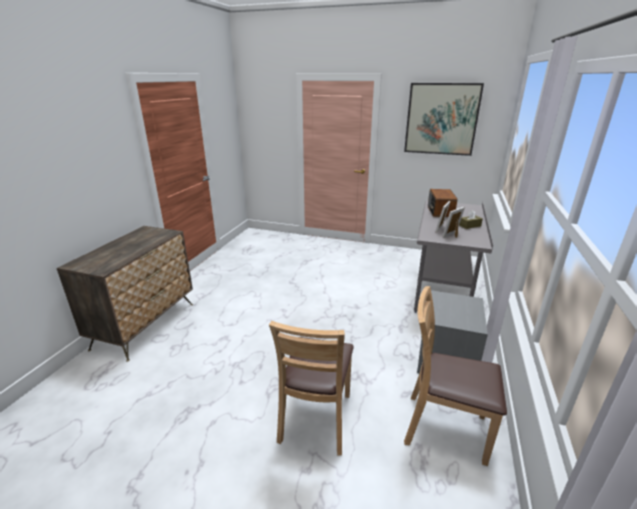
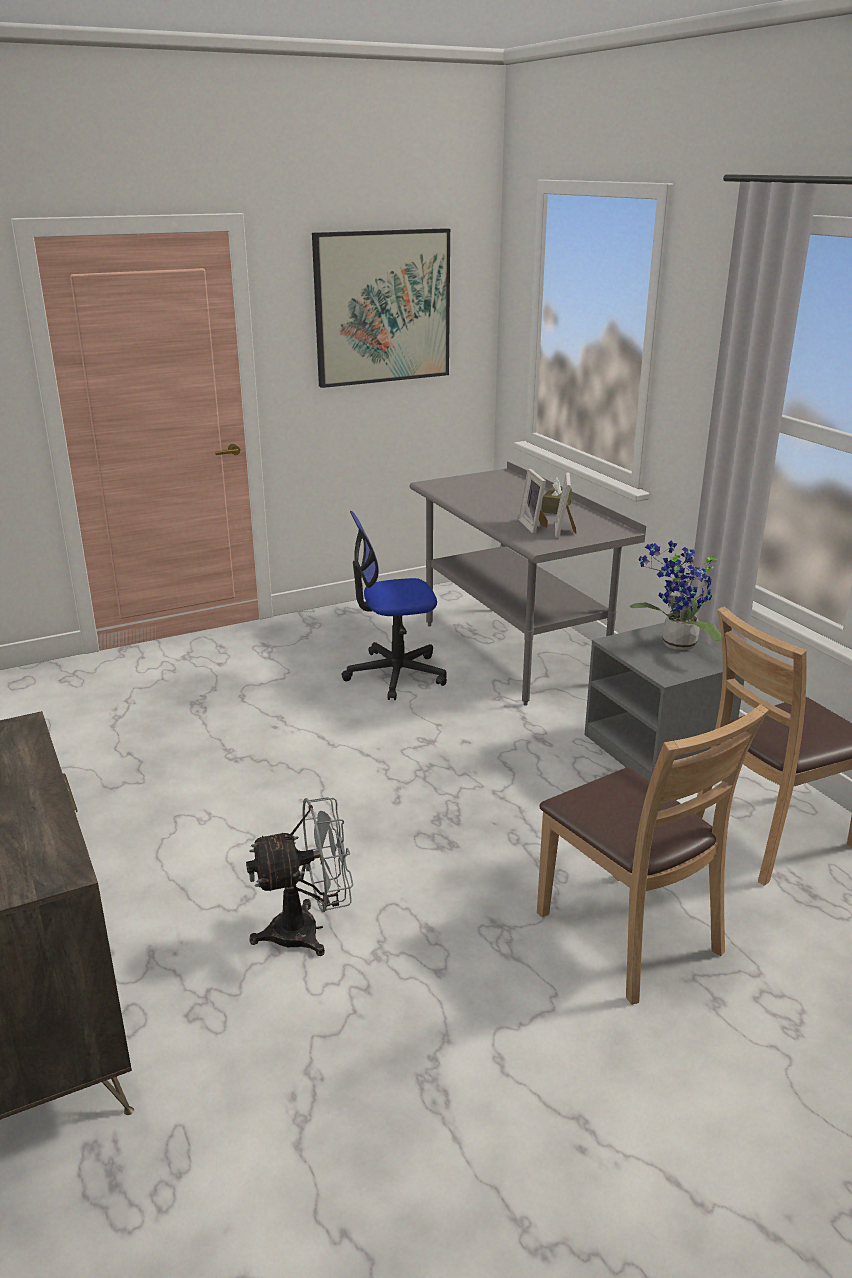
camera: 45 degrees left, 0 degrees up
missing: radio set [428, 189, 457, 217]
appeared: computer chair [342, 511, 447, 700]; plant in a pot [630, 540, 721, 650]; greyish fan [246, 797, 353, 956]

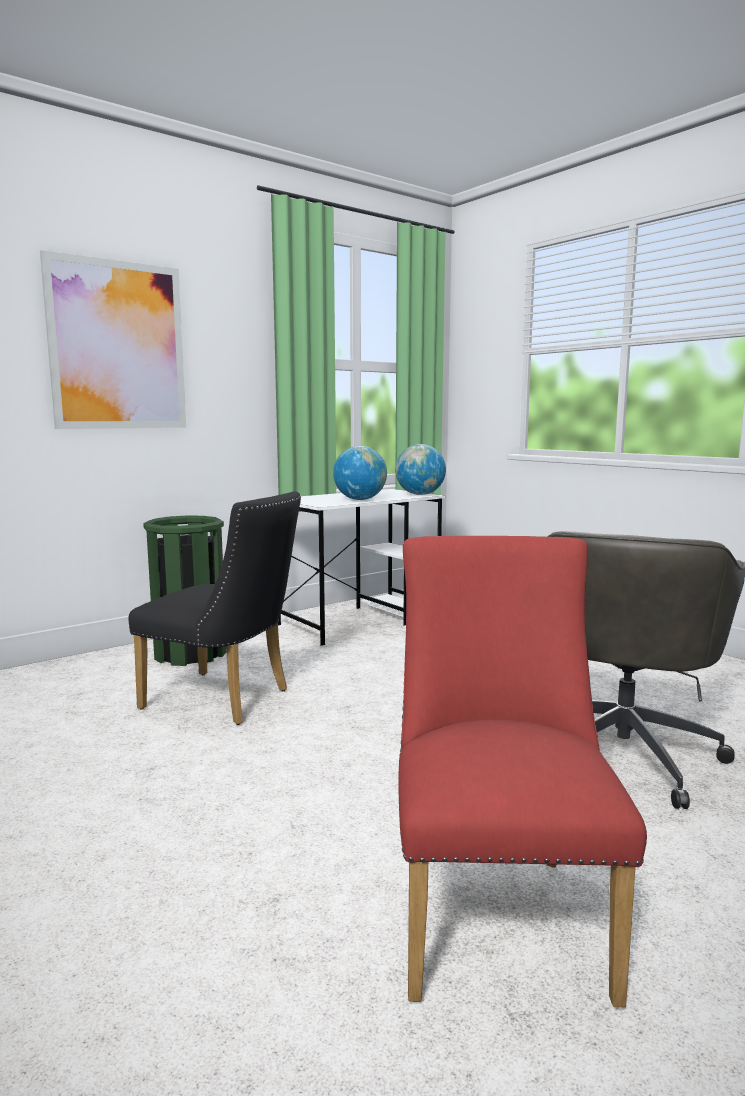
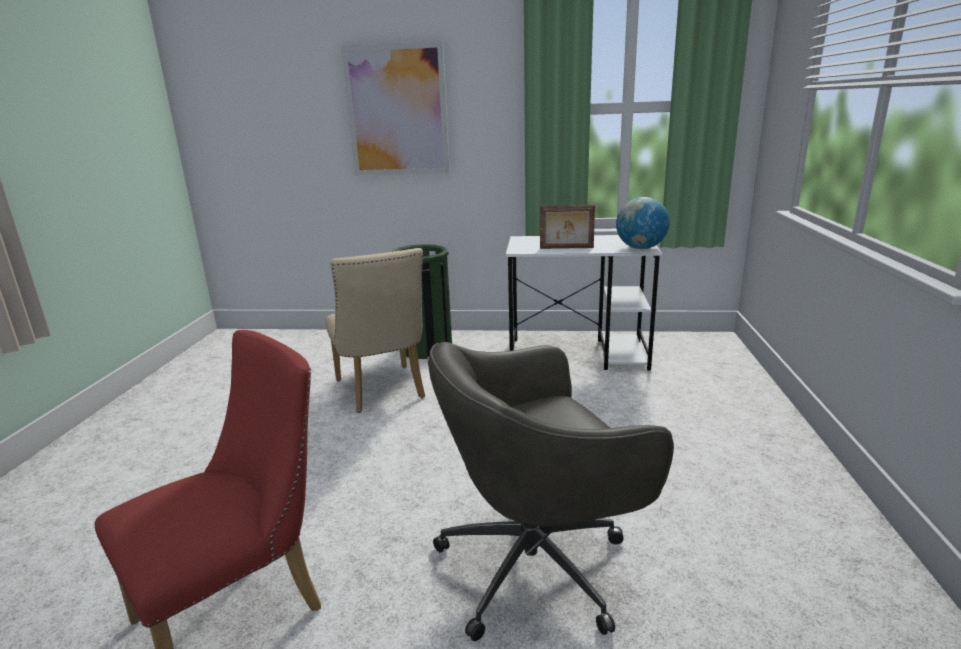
camera: 45 degrees right, 10 degrees up
exchanged: desk globe [333, 446, 387, 500] to standing frame [540, 205, 595, 249]
colour: black-coloured chair [128, 491, 301, 725] to beige-coloured chair [325, 248, 425, 413]

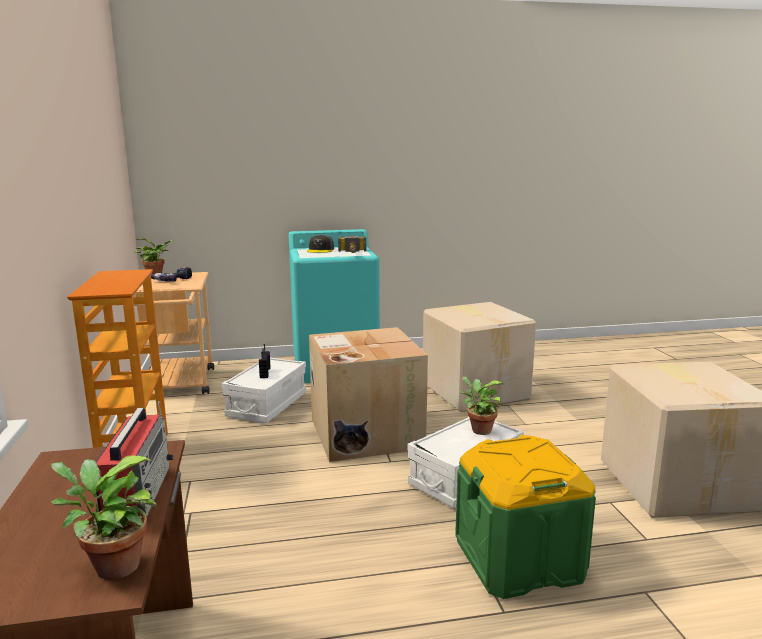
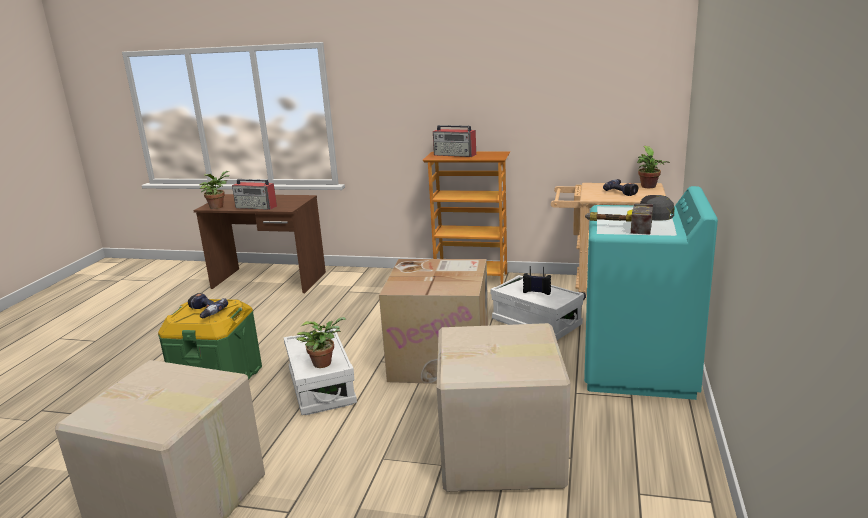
camera: 115 degrees right, 5 degrees up
appeared: radio set [433, 125, 476, 157]; electric drill [188, 293, 228, 318]

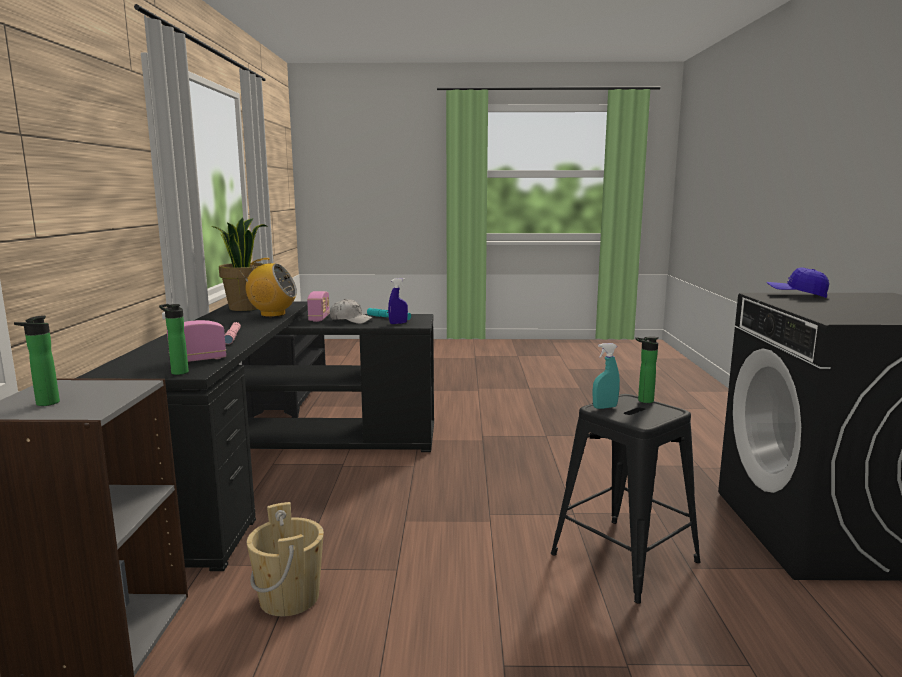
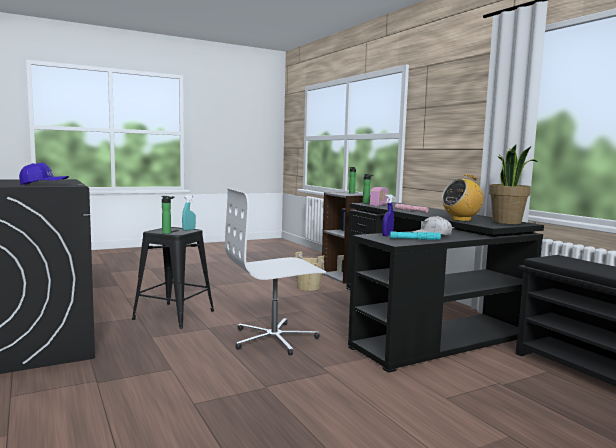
camera: 150 degrees right, 5 degrees down
missing: radio set [307, 291, 330, 322]
appeared: white-coloured computer chair [225, 188, 326, 355]

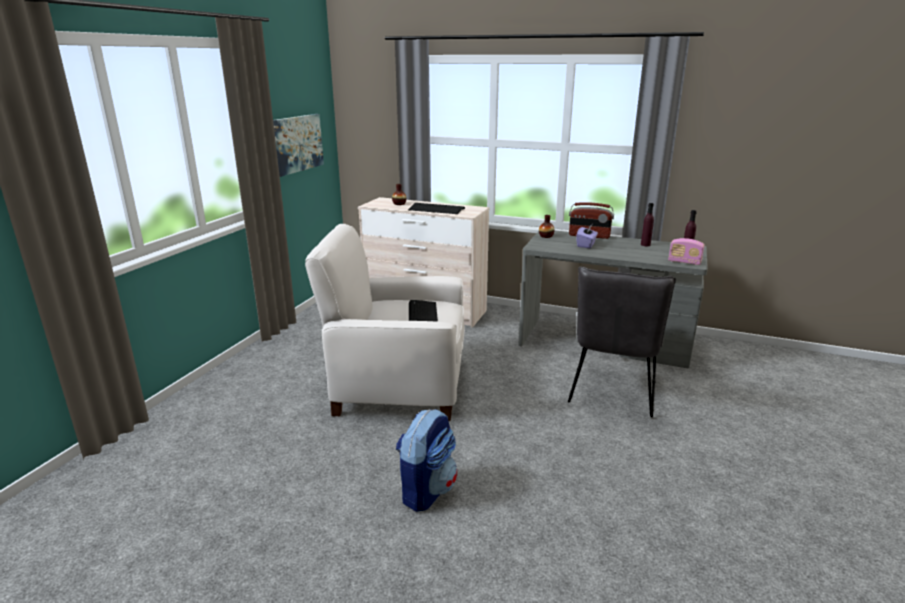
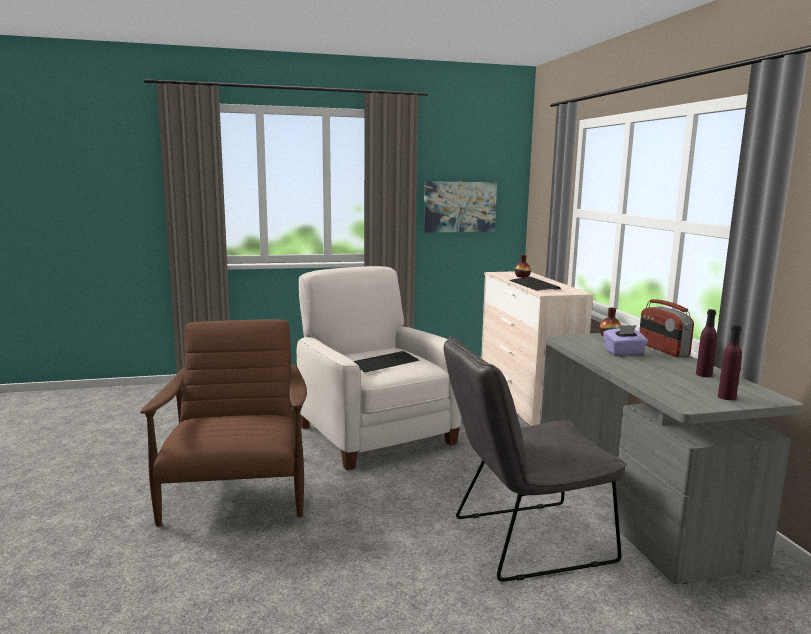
camera: 55 degrees right, 10 degrees down
missing: radio set [668, 238, 705, 265]
exchanged: rucksack [396, 409, 457, 512] to brownish armchair [140, 319, 307, 527]

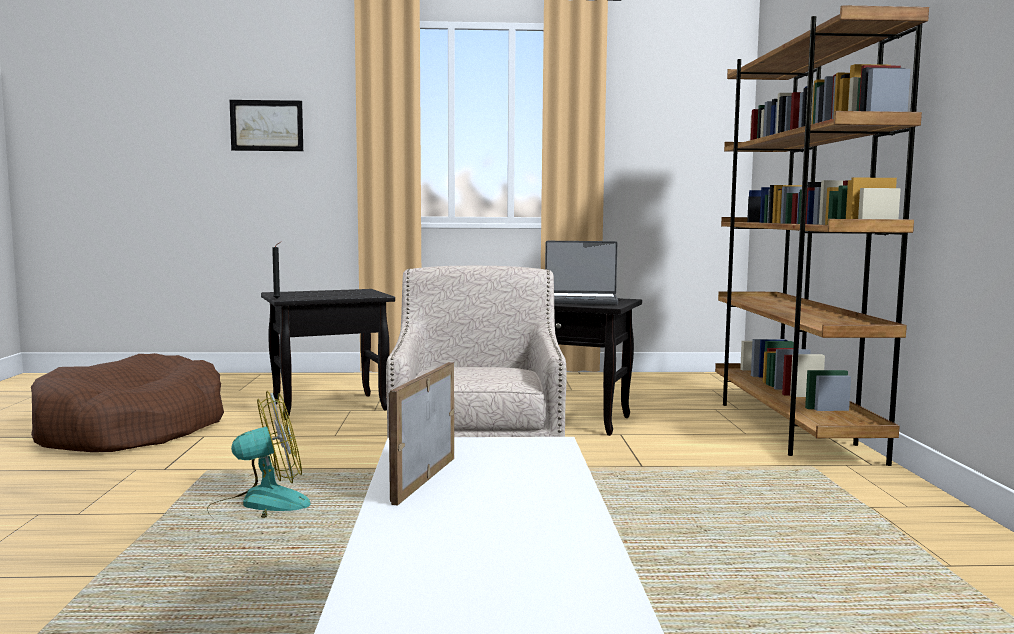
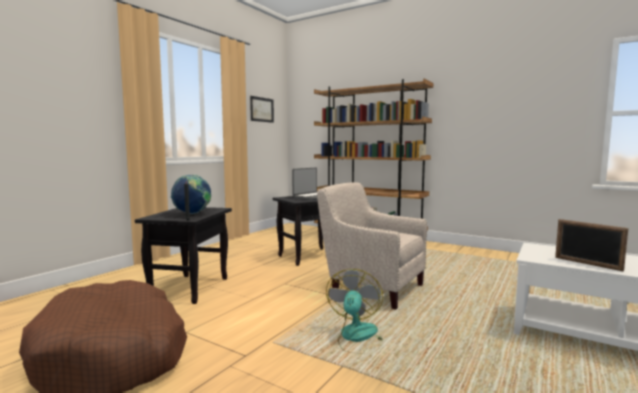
camera: 55 degrees left, 0 degrees up
appeared: desk globe [171, 174, 211, 214]
relocated: picture [230, 100, 303, 151] to [250, 96, 274, 123]

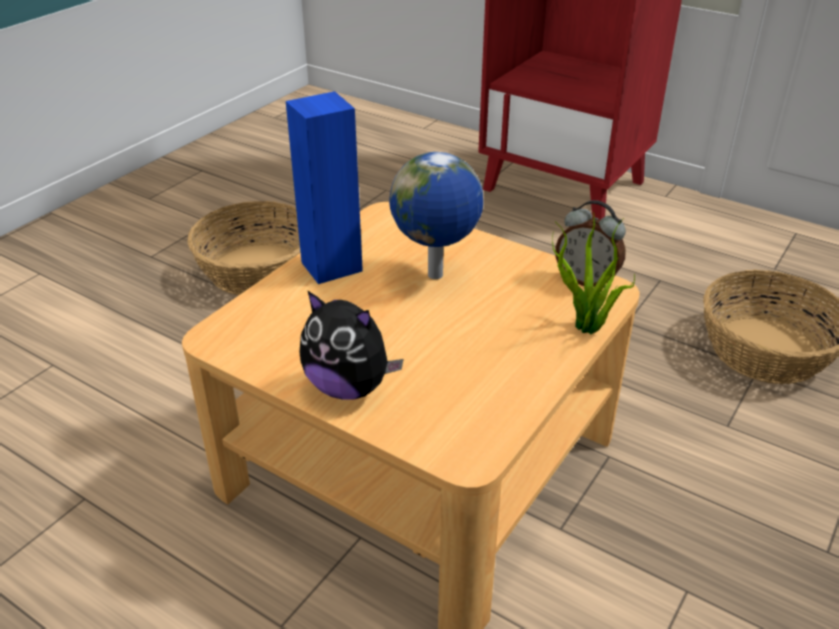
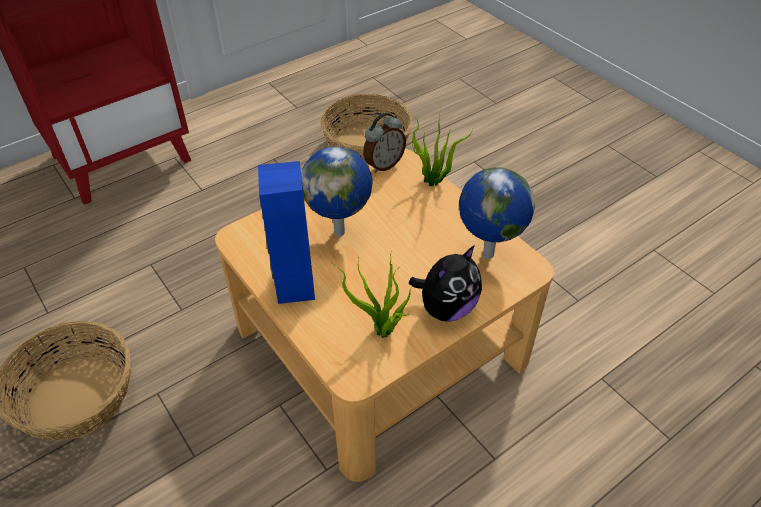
camera: 70 degrees left, 10 degrees up
appeared: desk globe [459, 167, 535, 259]; plant in a pot [332, 250, 413, 338]

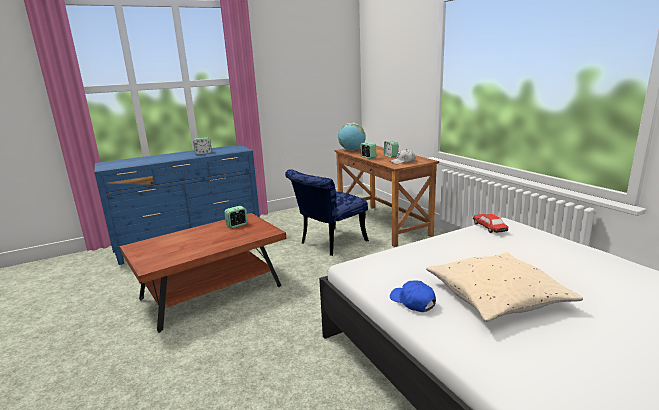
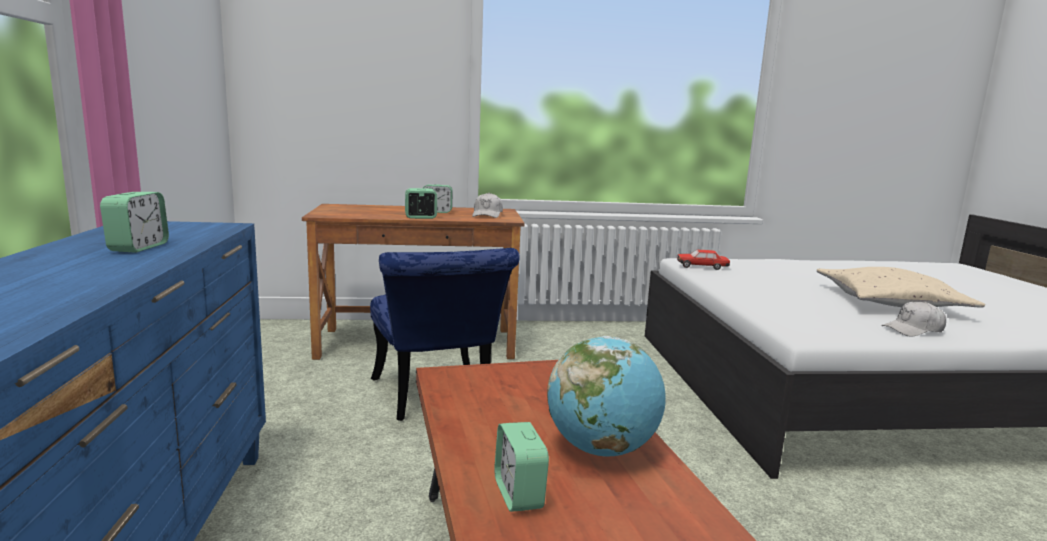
camera: 70 degrees left, 5 degrees down
relocated: desk globe [338, 122, 366, 151] to [547, 336, 666, 457]; alarm clock [225, 206, 248, 228] to [494, 422, 549, 512]
colour: blue-coloured cap [390, 281, 436, 312] to white-coloured cap [881, 301, 946, 336]

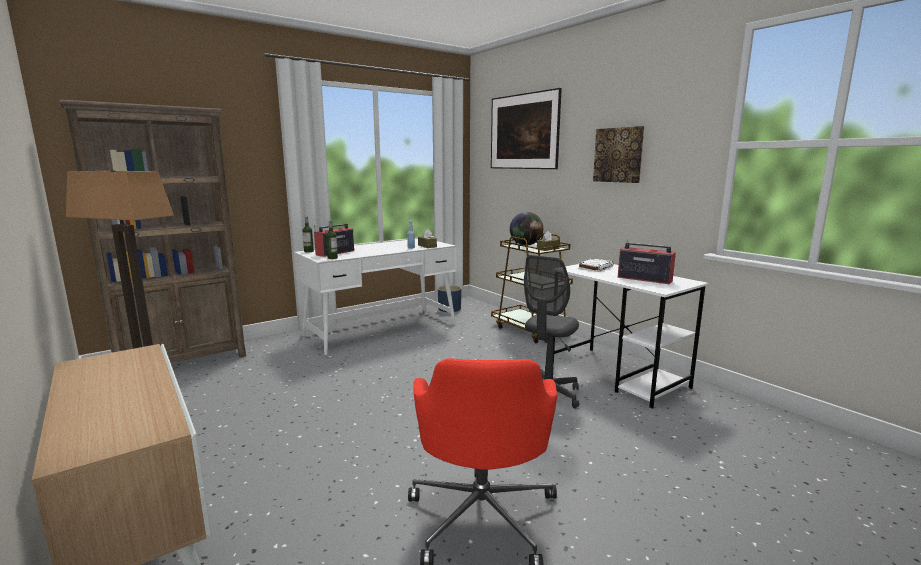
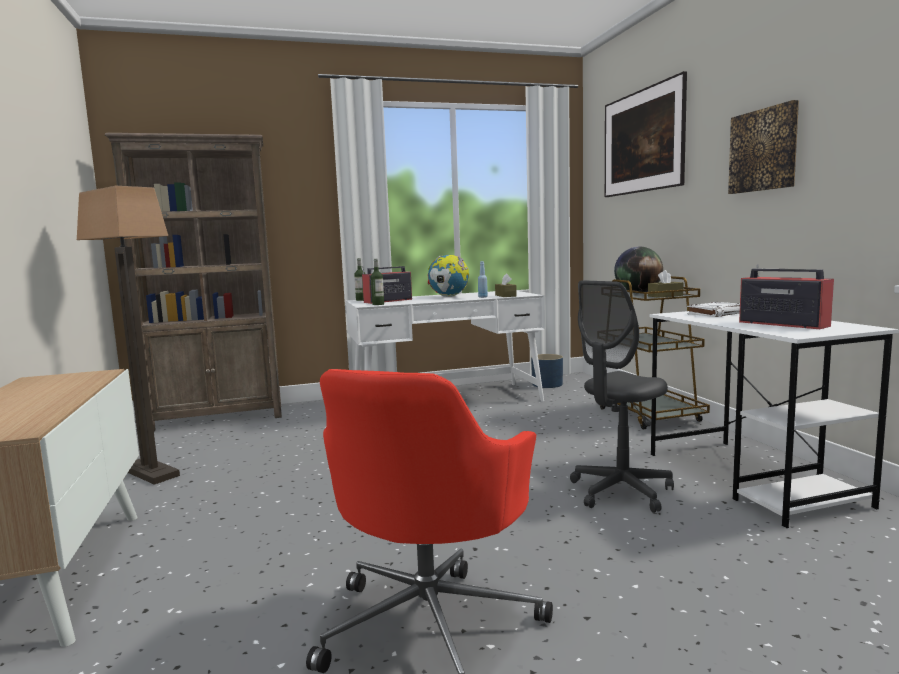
camera: 20 degrees right, 5 degrees down
appeared: desk globe [428, 255, 469, 297]

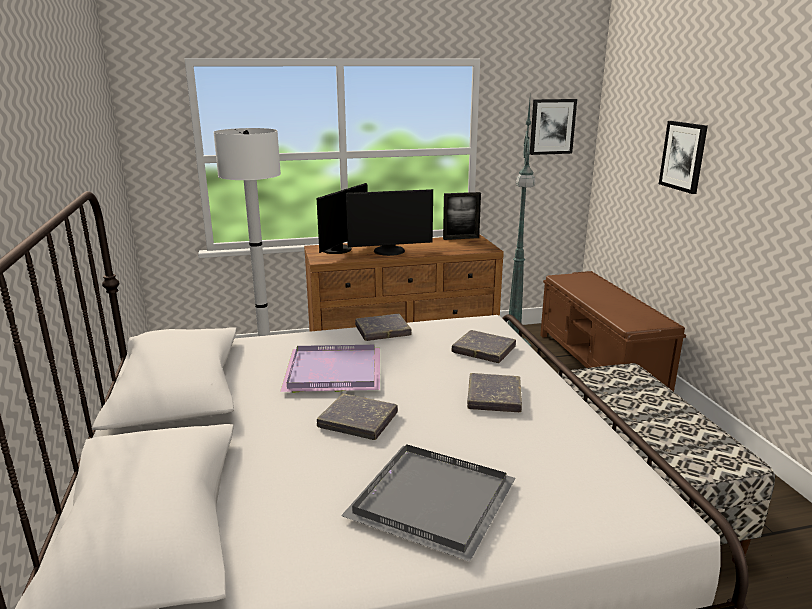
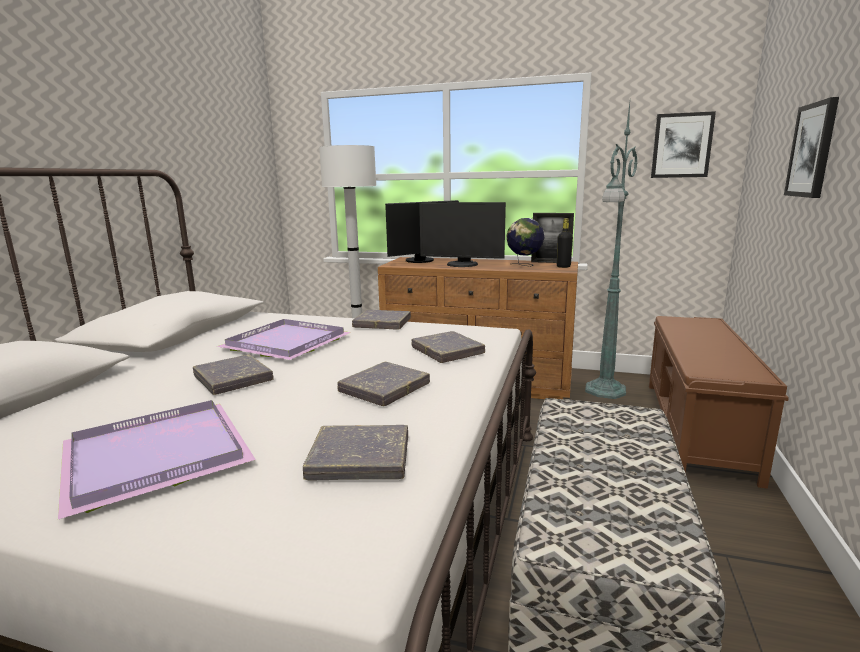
camera: 30 degrees right, 5 degrees down
appeared: desk globe [506, 218, 544, 267]; black-coloured bottle [557, 218, 573, 268]; greyish bound book [303, 425, 408, 480]
colour: greyish tray [341, 444, 516, 562] to purplish tray [58, 400, 256, 519]

